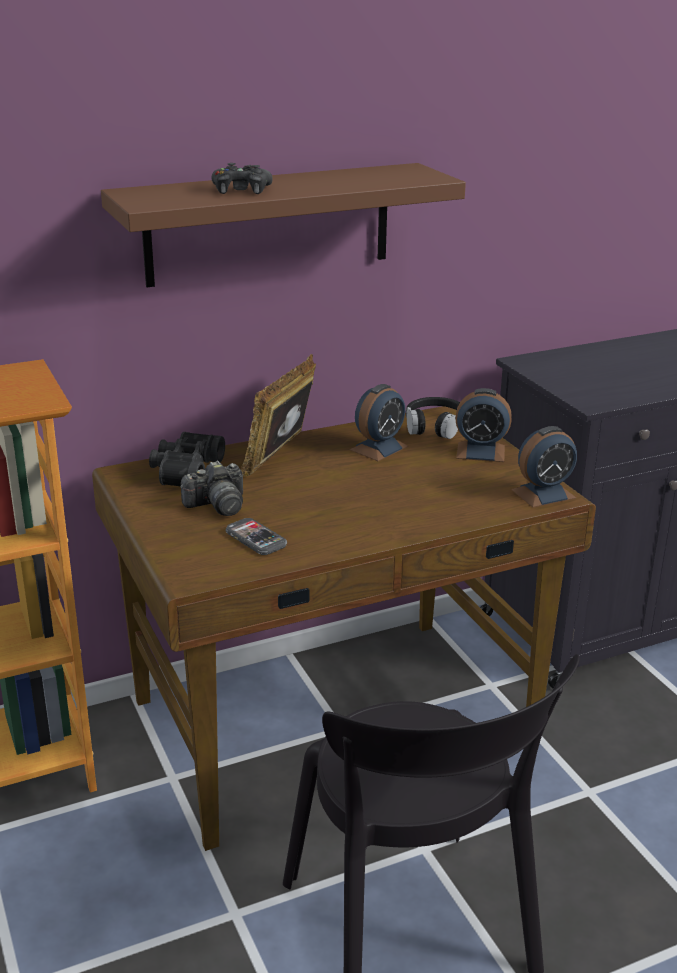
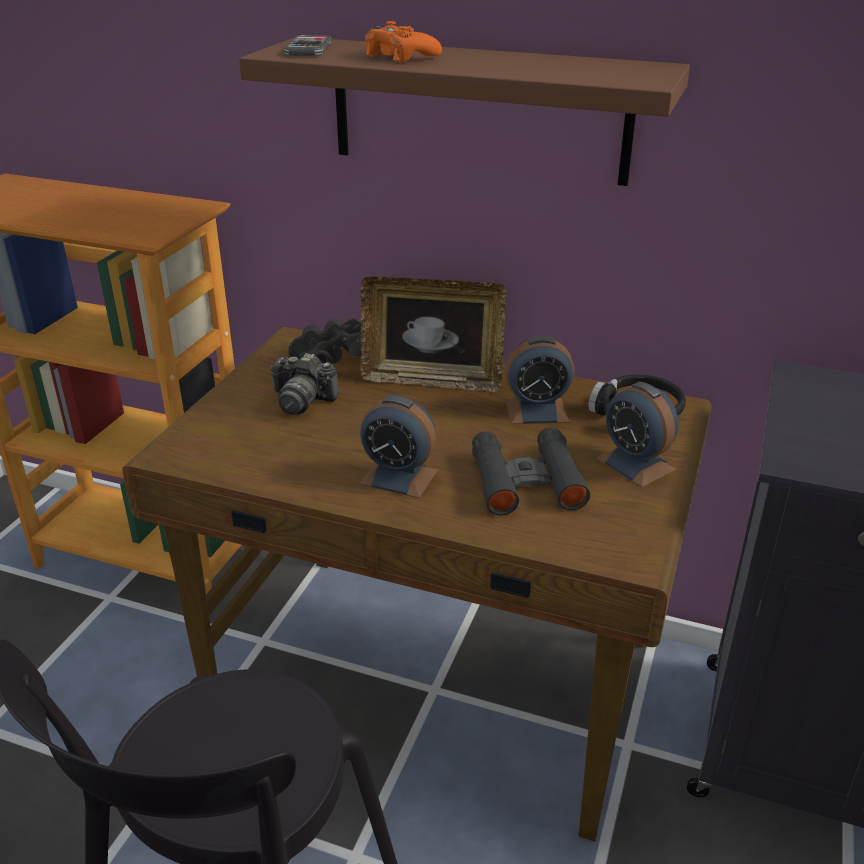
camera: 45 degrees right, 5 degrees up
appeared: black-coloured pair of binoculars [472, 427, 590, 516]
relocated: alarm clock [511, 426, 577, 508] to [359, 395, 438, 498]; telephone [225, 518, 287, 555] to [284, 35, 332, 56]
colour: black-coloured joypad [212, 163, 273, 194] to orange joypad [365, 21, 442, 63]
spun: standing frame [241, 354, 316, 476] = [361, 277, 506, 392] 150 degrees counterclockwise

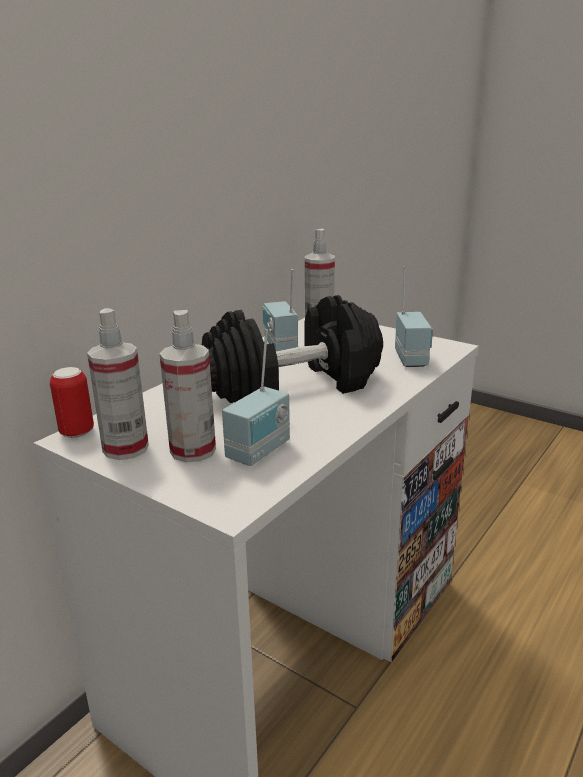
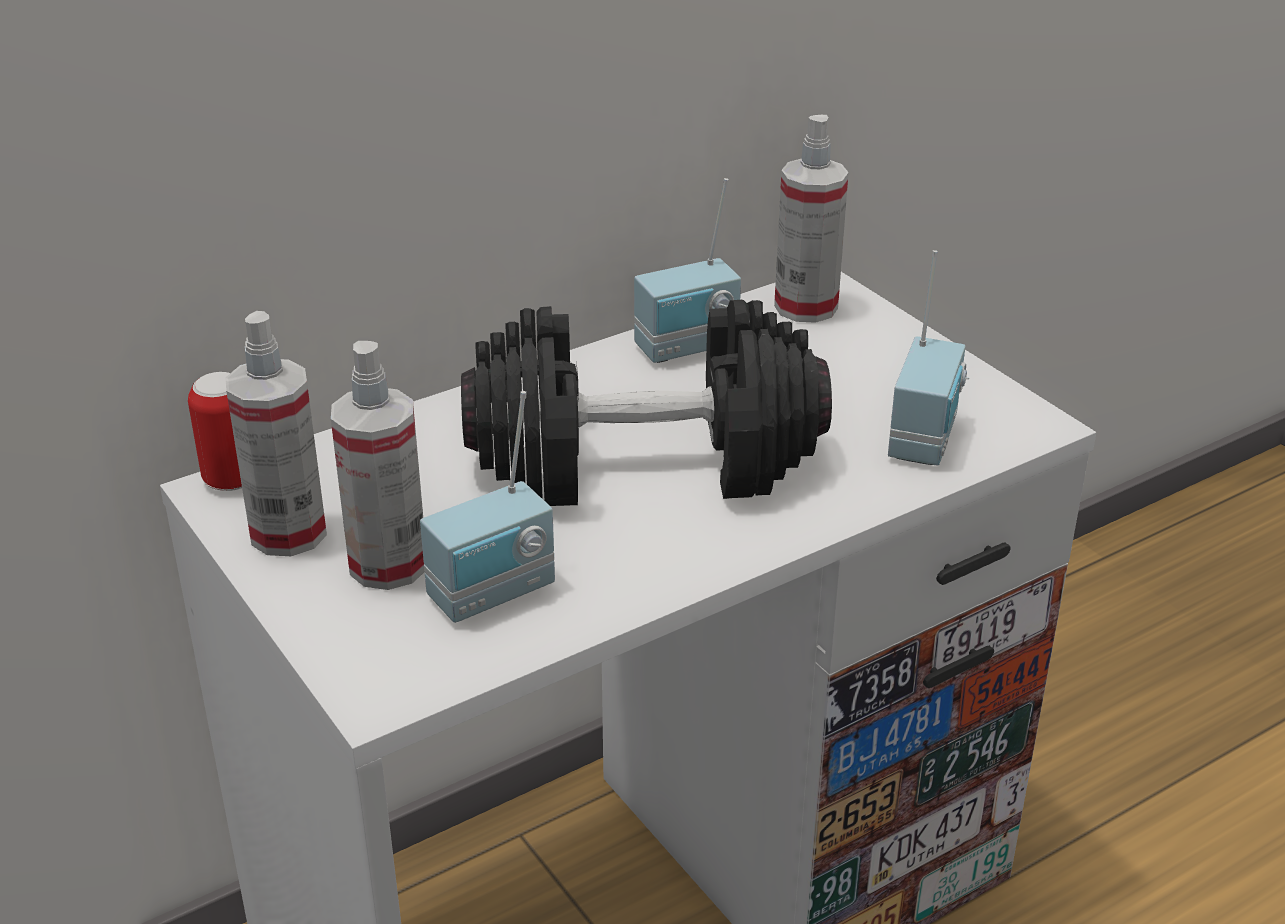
camera: 20 degrees right, 10 degrees up
spun: radio set [262, 269, 298, 351] = [634, 178, 741, 363] 120 degrees counterclockwise

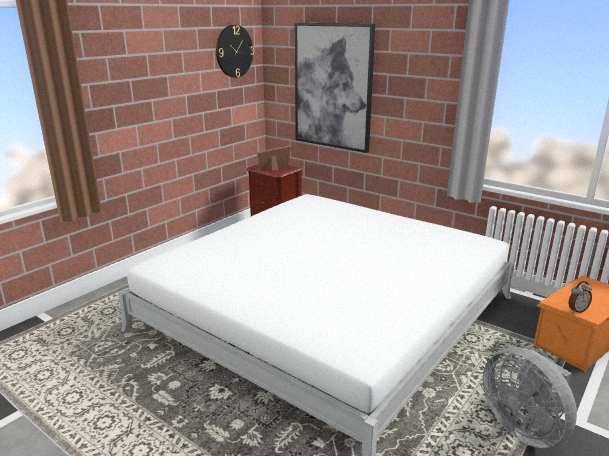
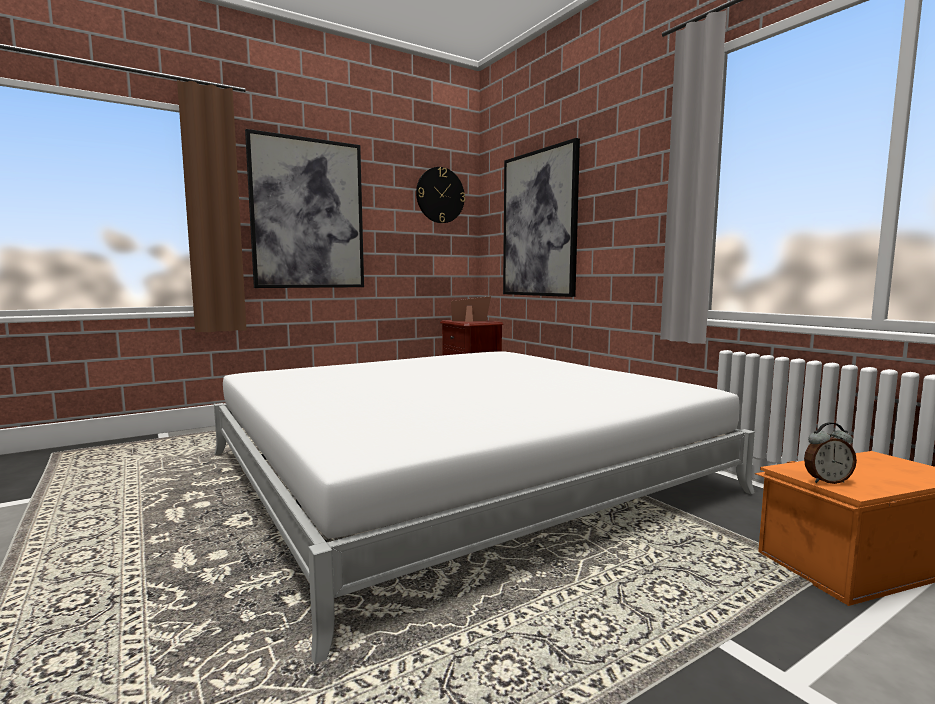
camera: 20 degrees right, 15 degrees down
missing: greyish fan [483, 347, 577, 448]
appeared: picture [245, 129, 364, 288]

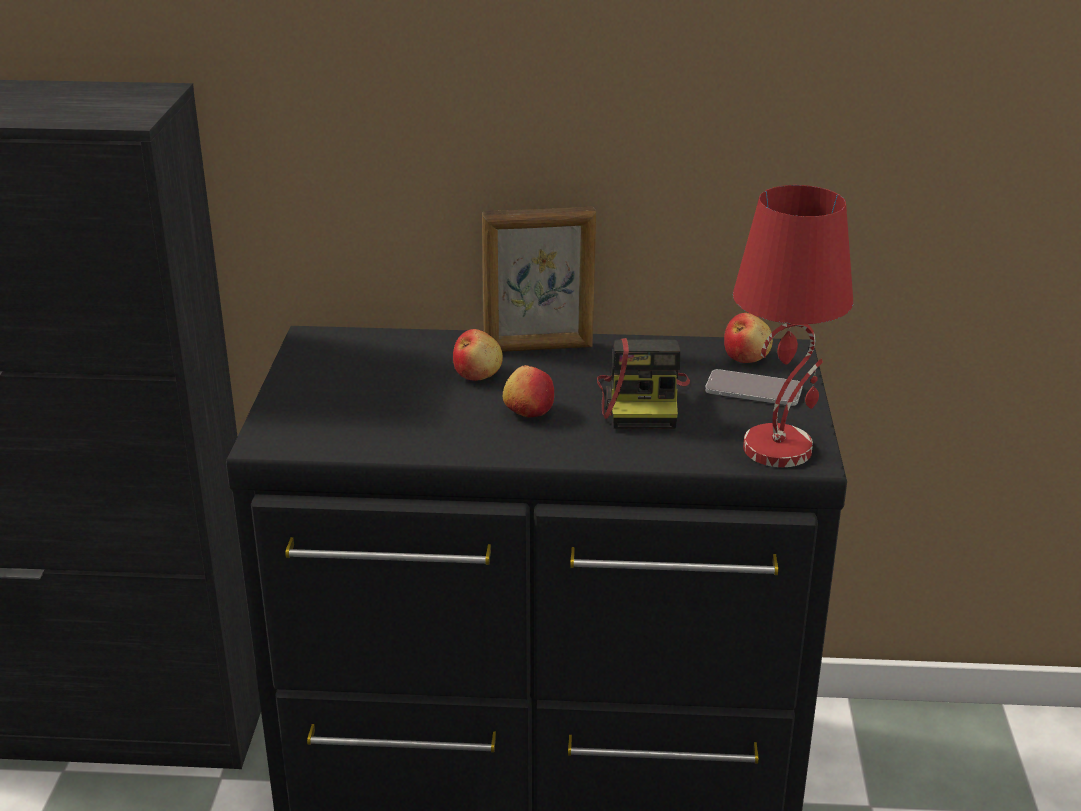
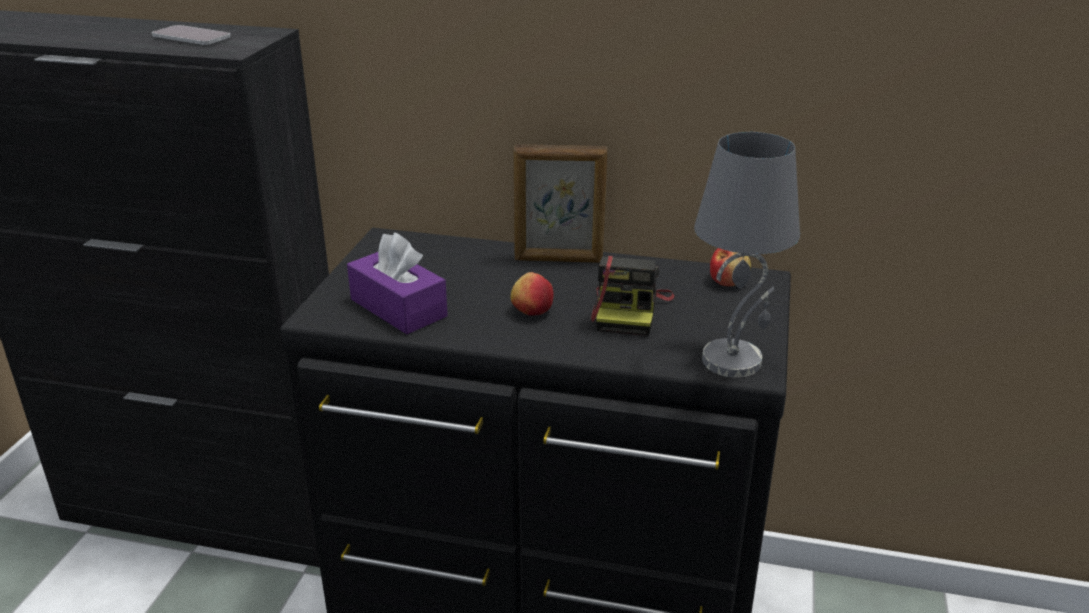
camera: 10 degrees right, 0 degrees up
missing: whole apple [453, 329, 503, 381]
appeared: purplish box of tissues [347, 232, 448, 334]
relocated: telephone [705, 369, 803, 406] to [152, 25, 231, 45]
colour: reddish table lamp [733, 185, 853, 467] to greyish table lamp [694, 132, 800, 378]

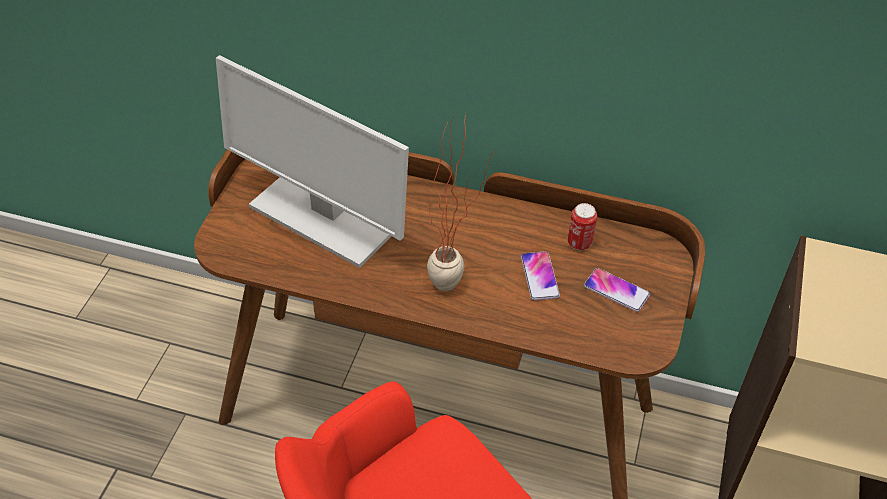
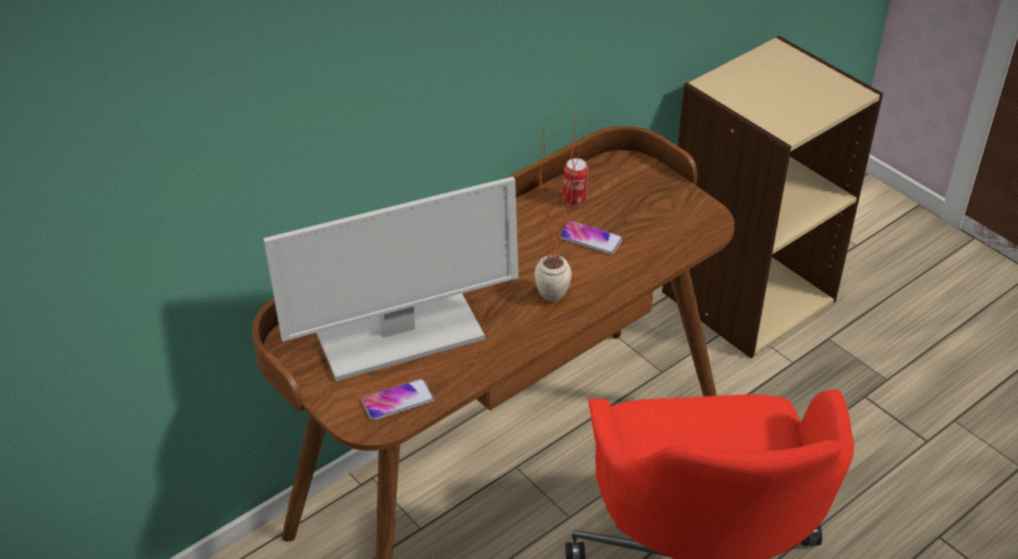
camera: 55 degrees left, 5 degrees down
relocated: telephone [584, 268, 650, 312] to [362, 379, 434, 420]

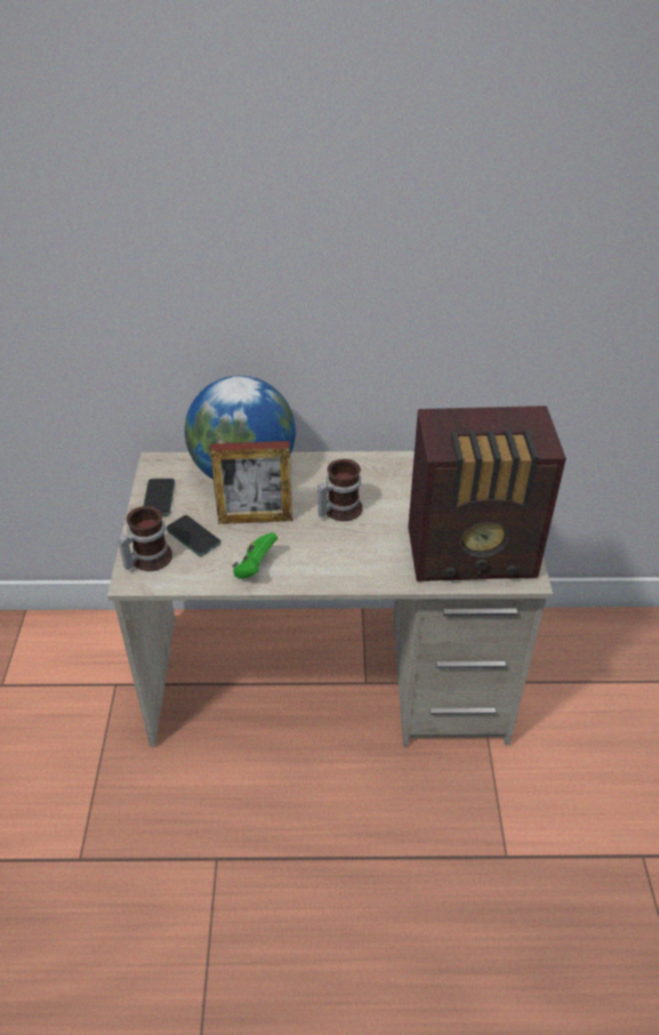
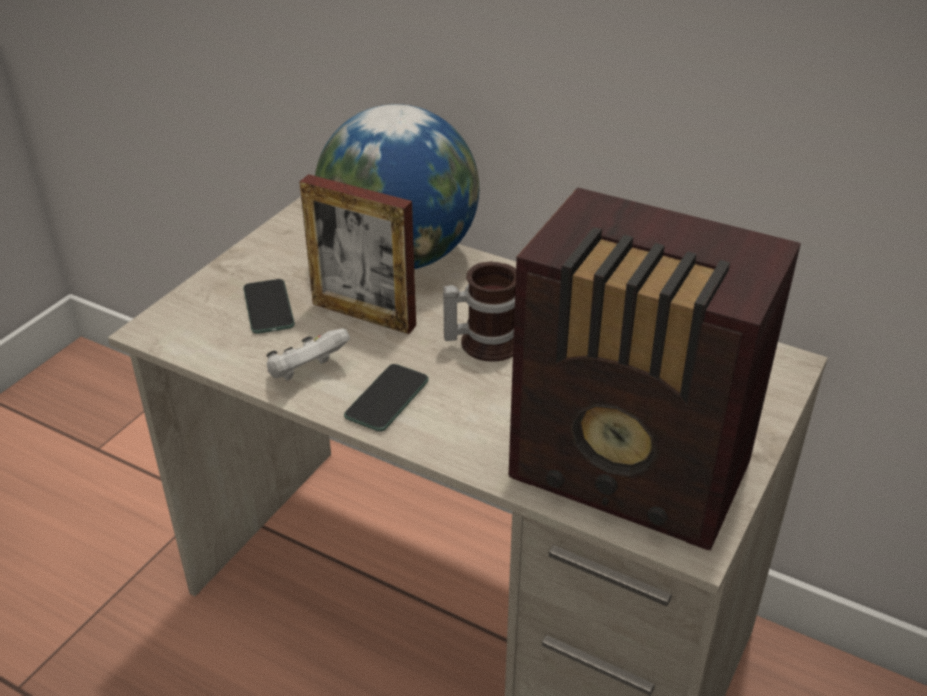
camera: 30 degrees right, 5 degrees down
missing: mug [117, 506, 173, 571]
relocated: telephone [143, 478, 175, 516] to [344, 364, 429, 432]
colour: greenish joypad [232, 532, 278, 579] to white-coloured joypad [267, 328, 350, 381]

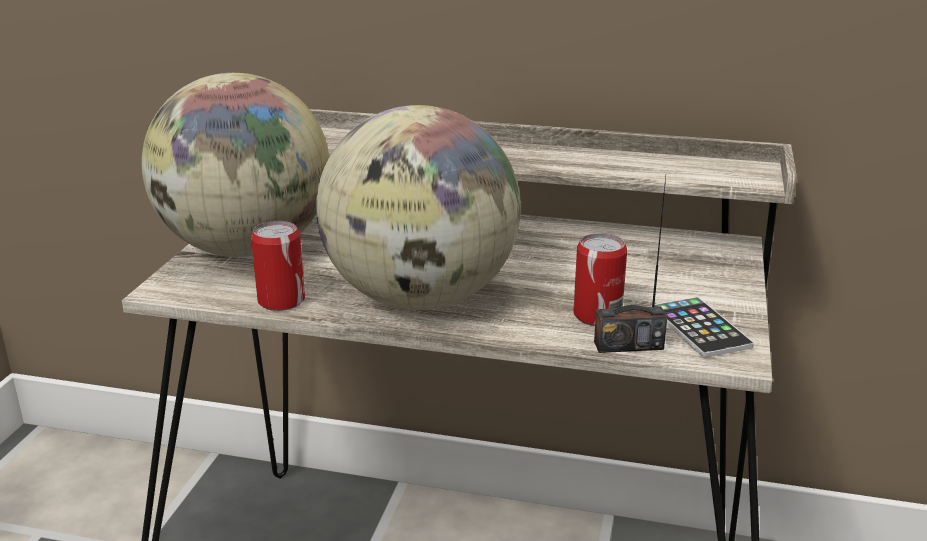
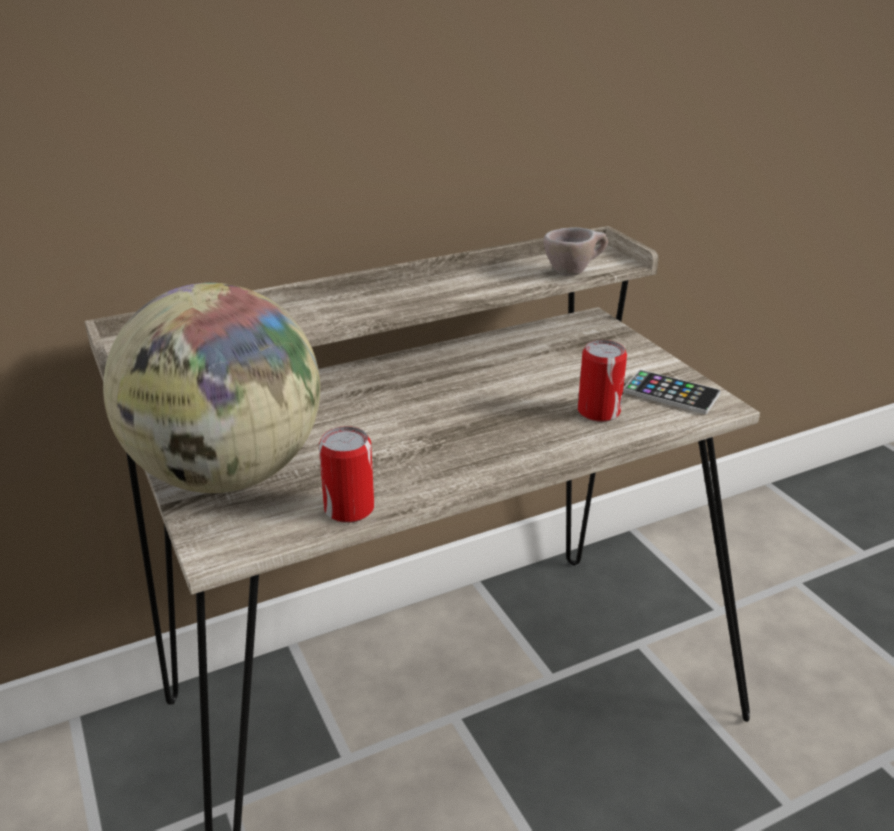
camera: 40 degrees left, 5 degrees up
missing: desk globe [316, 105, 521, 310]; radio set [594, 176, 667, 353]
appeared: beige-coloured drinking cup [543, 227, 608, 276]

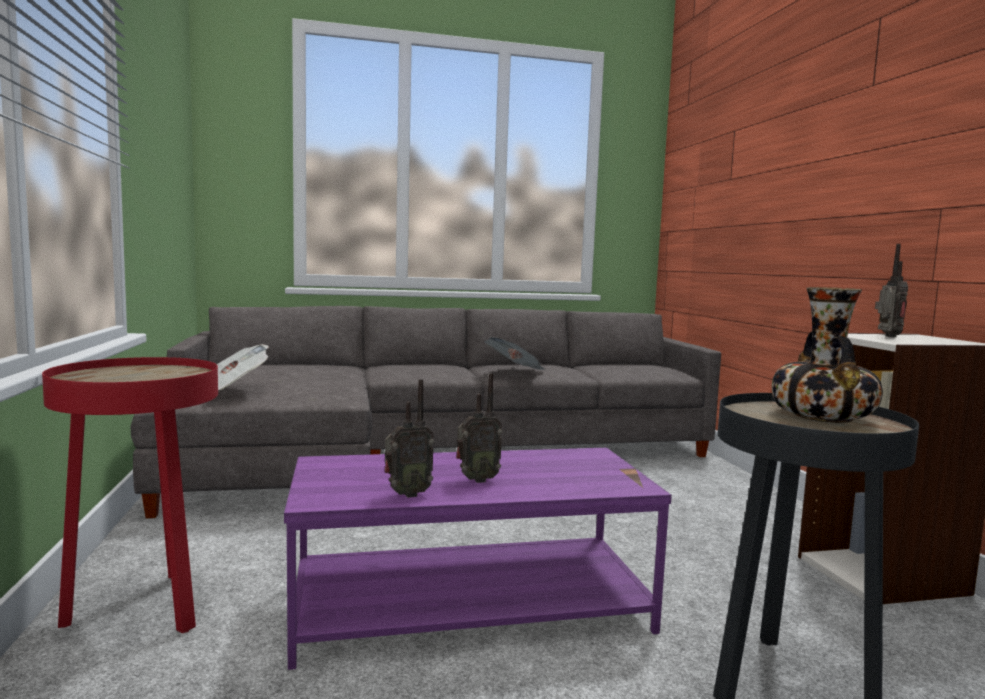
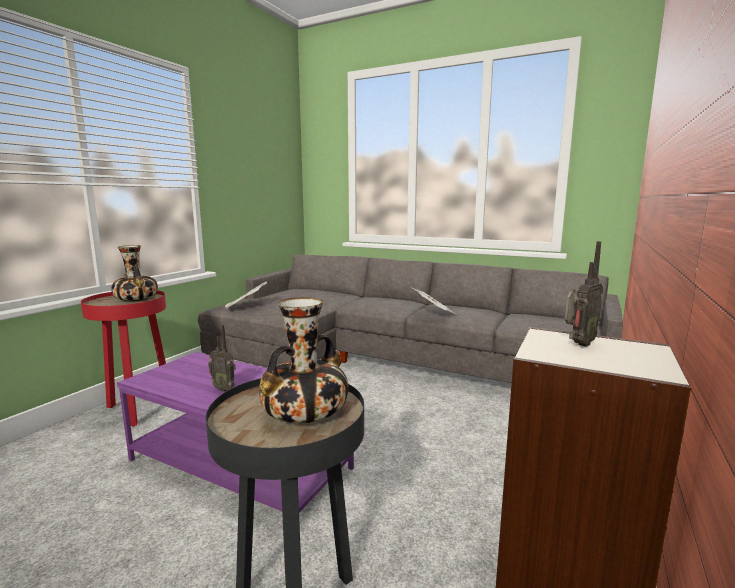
camera: 40 degrees right, 5 degrees up
missing: radio set [385, 379, 434, 498]
appeared: flower vase [111, 245, 158, 302]

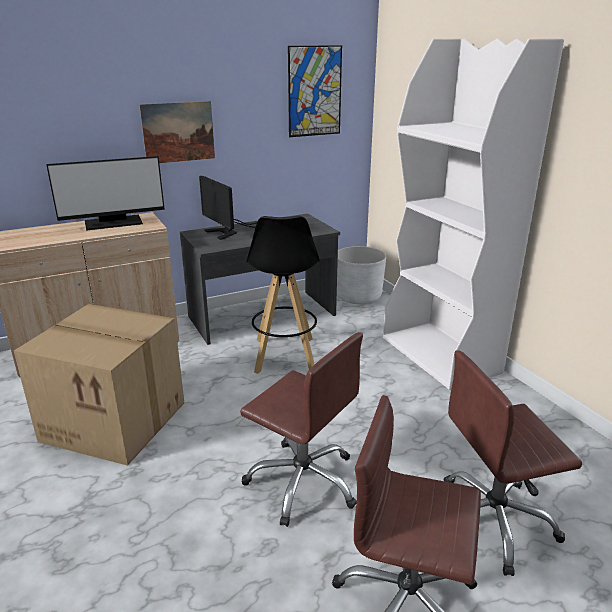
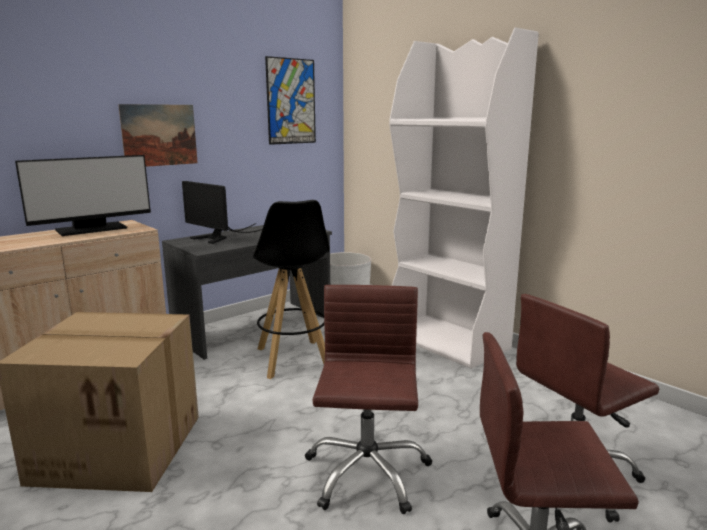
camera: 15 degrees left, 10 degrees down
spun: brownish computer chair [240, 332, 363, 527] = [305, 285, 432, 514] 105 degrees counterclockwise

